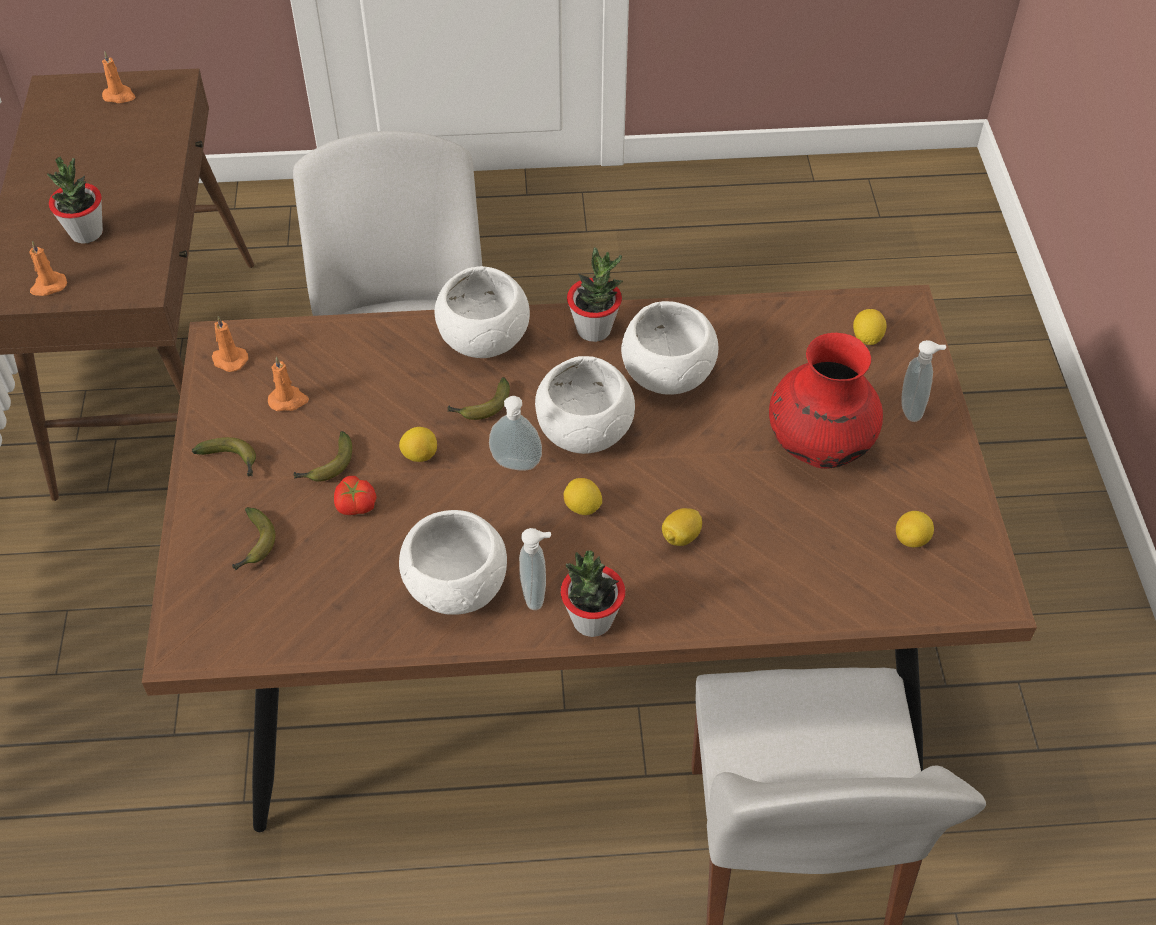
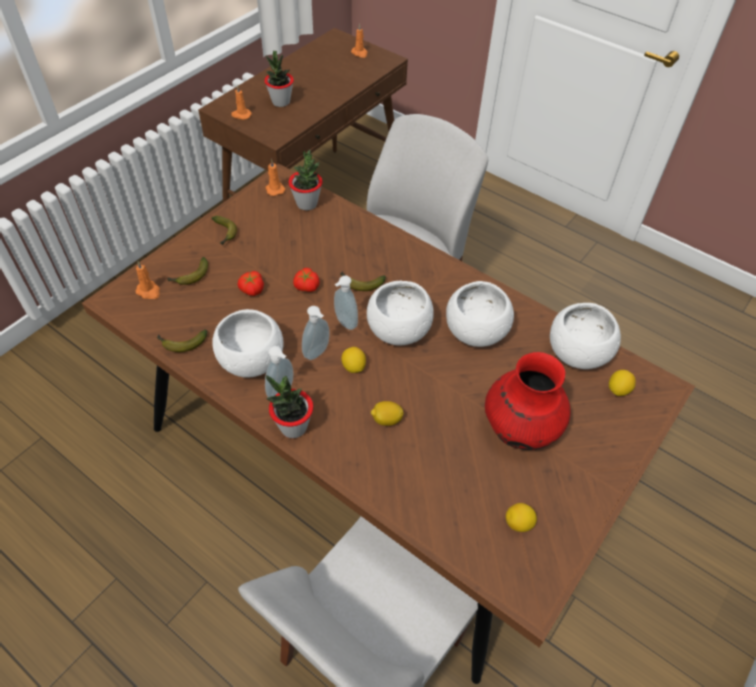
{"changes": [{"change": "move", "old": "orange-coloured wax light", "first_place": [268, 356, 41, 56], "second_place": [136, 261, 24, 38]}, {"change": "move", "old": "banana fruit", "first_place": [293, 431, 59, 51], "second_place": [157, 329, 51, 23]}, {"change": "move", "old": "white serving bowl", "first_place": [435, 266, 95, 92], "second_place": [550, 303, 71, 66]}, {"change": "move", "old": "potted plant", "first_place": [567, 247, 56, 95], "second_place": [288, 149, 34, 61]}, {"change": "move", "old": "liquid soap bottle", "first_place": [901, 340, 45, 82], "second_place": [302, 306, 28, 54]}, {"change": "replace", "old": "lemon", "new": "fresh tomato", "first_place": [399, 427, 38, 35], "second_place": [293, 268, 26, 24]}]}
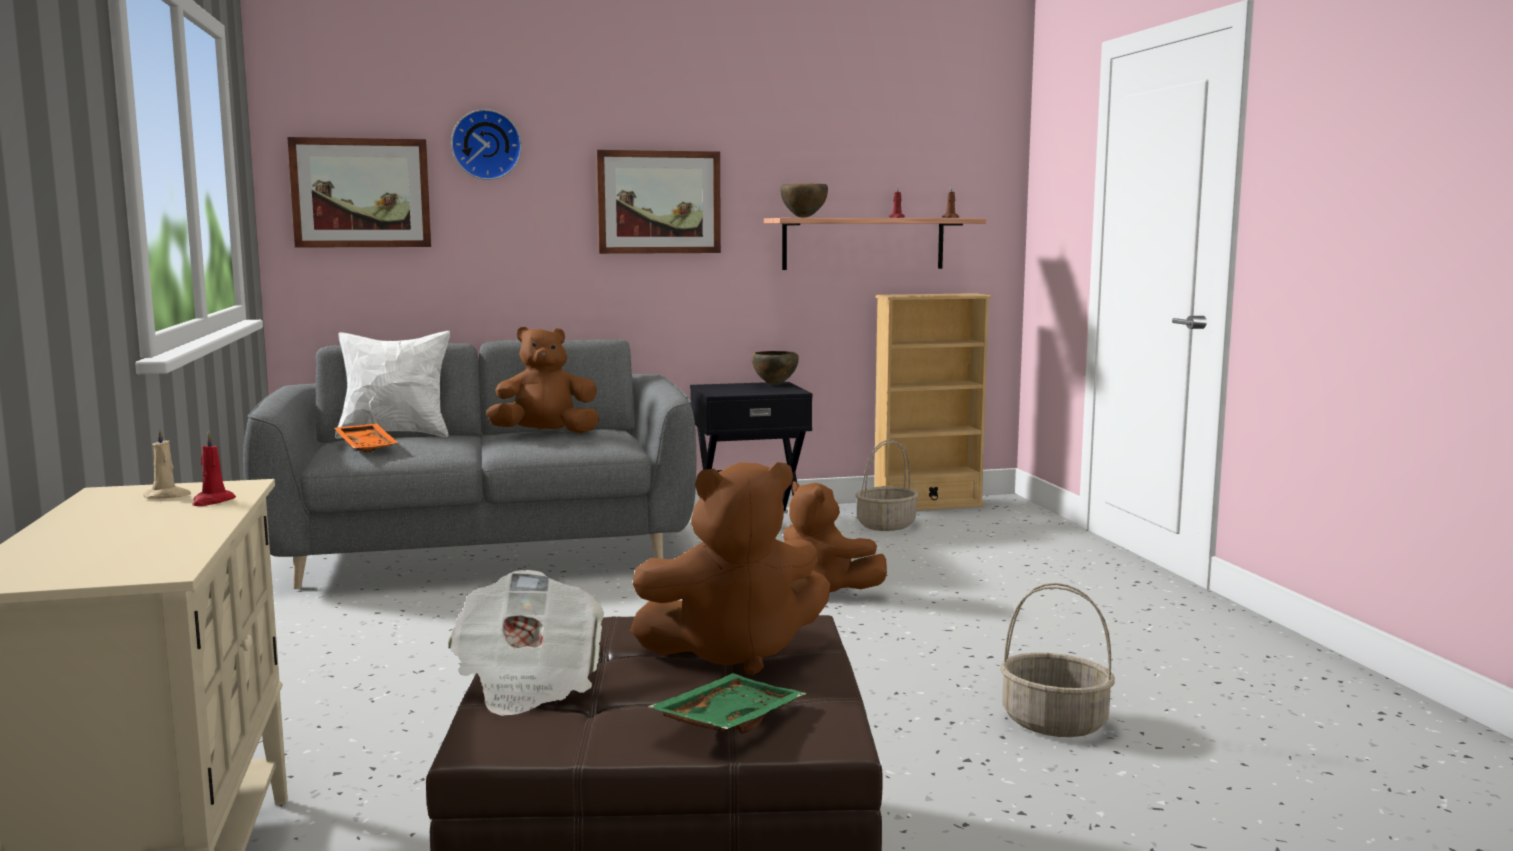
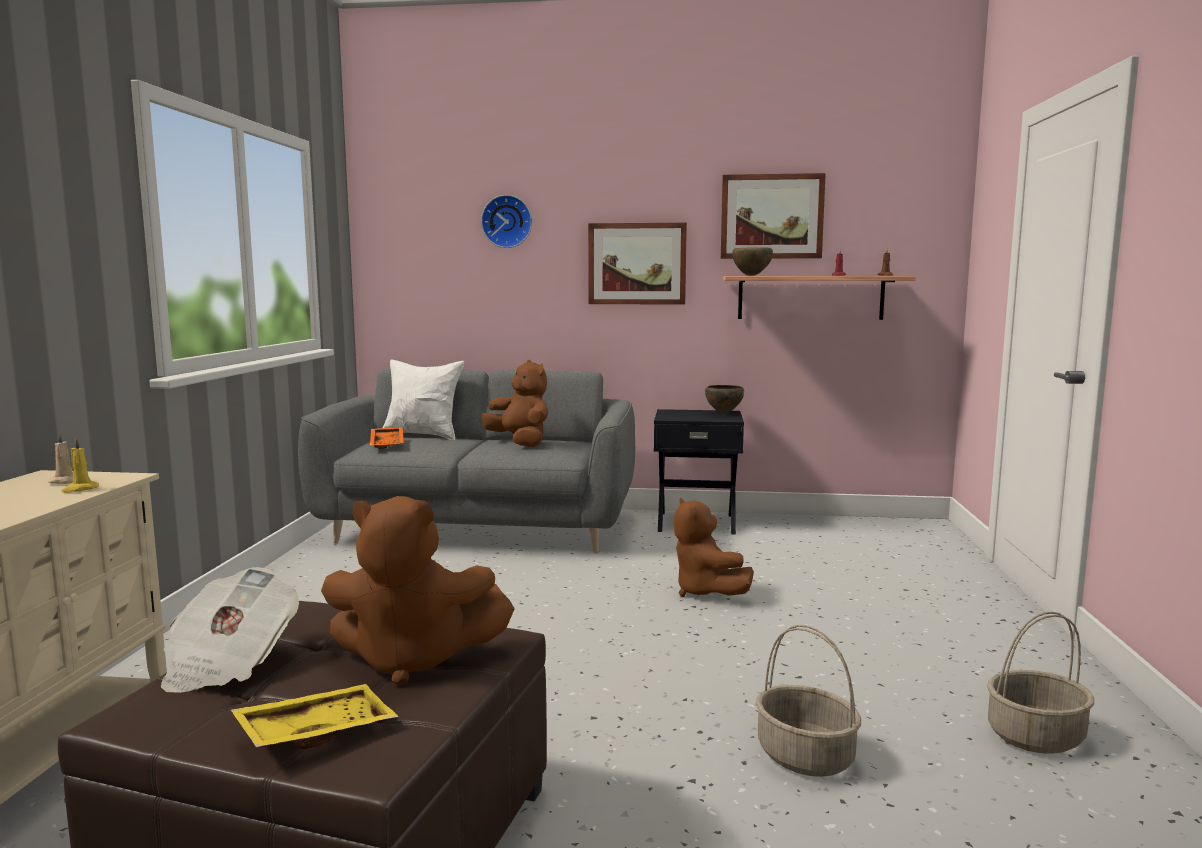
{"changes": [{"change": "delete", "old": "beige bookcase", "first_place": [874, 293, 118, 218]}, {"change": "move", "old": "wall art", "first_place": [287, 137, 144, 111], "second_place": [721, 173, 105, 86]}, {"change": "move", "old": "household basket", "first_place": [855, 440, 64, 91], "second_place": [987, 611, 107, 143]}, {"change": "recolor", "old": "red-coloured wax light", "new": "yellowish wax light", "first_place": [192, 431, 44, 75], "second_place": [61, 438, 38, 55]}, {"change": "recolor", "old": "green-coloured serving tray", "new": "yellowish serving tray", "first_place": [647, 673, 160, 61], "second_place": [231, 684, 168, 65]}, {"change": "rotate", "old": "brown-coloured cuddly toy", "first_place": [486, 327, 113, 106], "second_place": [481, 360, 67, 87], "degrees": 45}]}
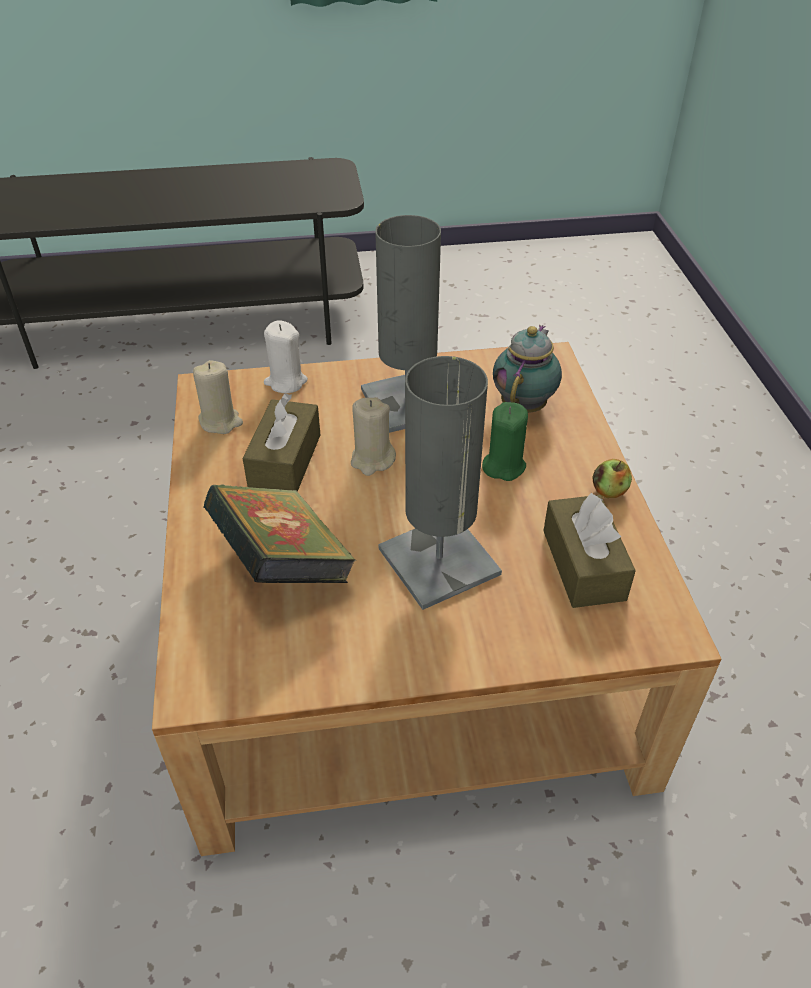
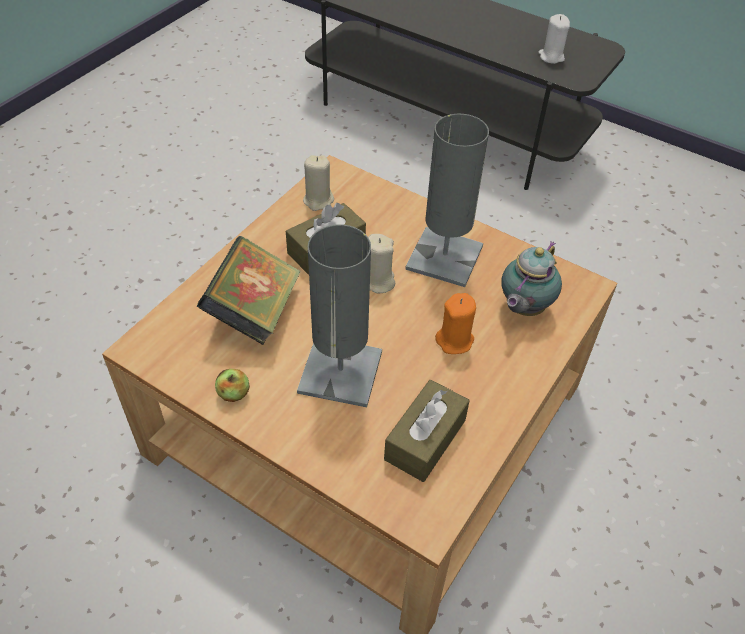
{"changes": [{"change": "move", "old": "white wax light", "first_place": [264, 320, 44, 73], "second_place": [538, 14, 32, 50]}, {"change": "move", "old": "apple fruit", "first_place": [593, 459, 39, 39], "second_place": [215, 369, 35, 33]}, {"change": "recolor", "old": "green-coloured wax light", "new": "orange-coloured wax light", "first_place": [482, 402, 46, 79], "second_place": [435, 293, 41, 61]}, {"change": "rotate", "old": "teapot", "first_place": [493, 325, 69, 88], "second_place": [501, 241, 61, 75], "degrees": 150}]}
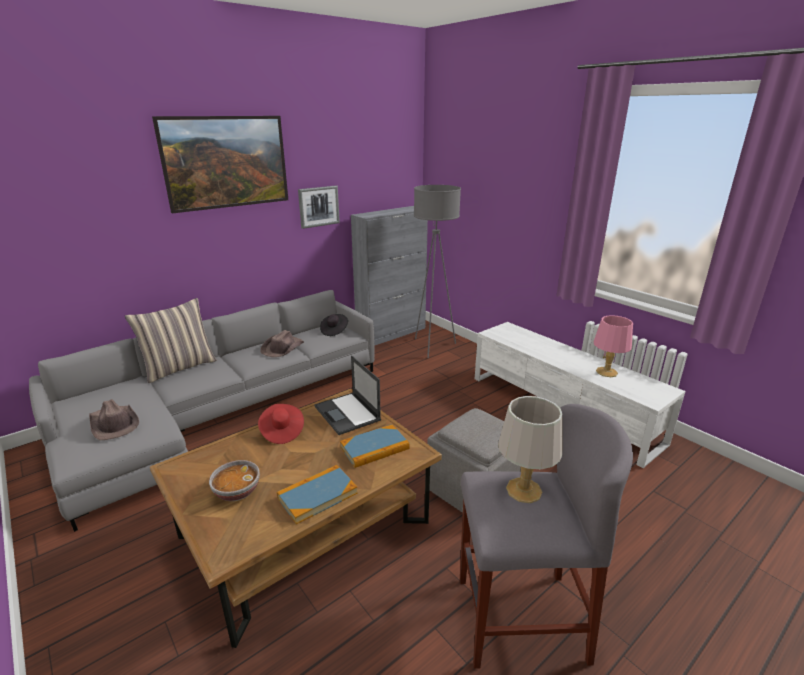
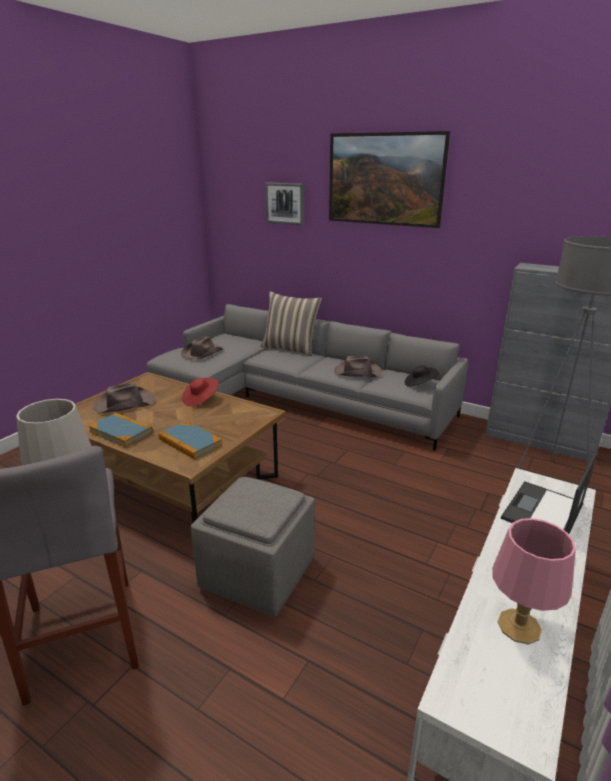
{"changes": [{"change": "move", "old": "wall art", "first_place": [298, 186, 42, 43], "second_place": [265, 183, 39, 42]}, {"change": "move", "old": "laptop", "first_place": [314, 355, 67, 80], "second_place": [501, 454, 95, 80]}, {"change": "replace", "old": "serving bowl", "new": "brown-coloured clothing hat", "first_place": [209, 460, 51, 41], "second_place": [94, 383, 61, 30]}]}
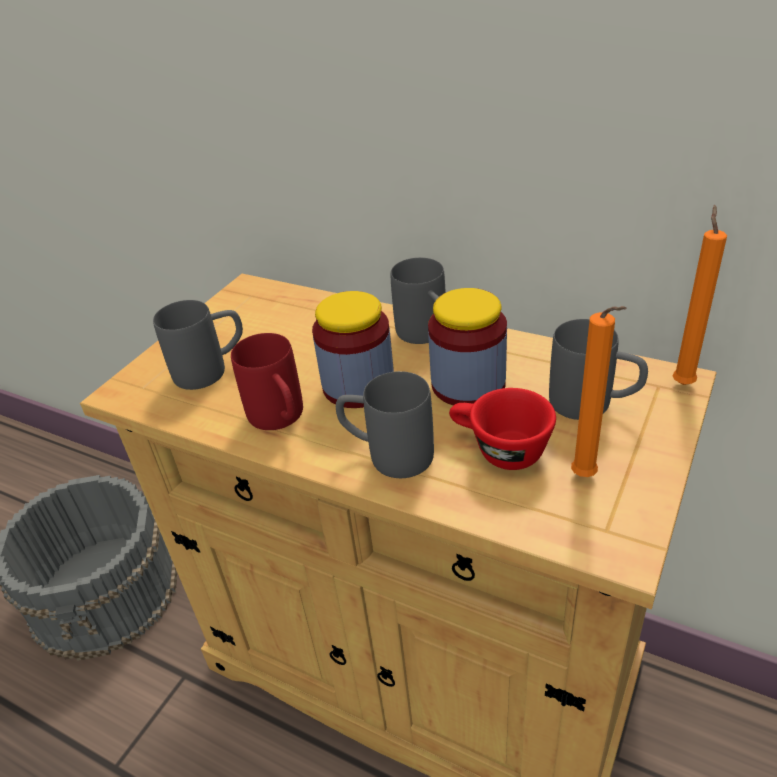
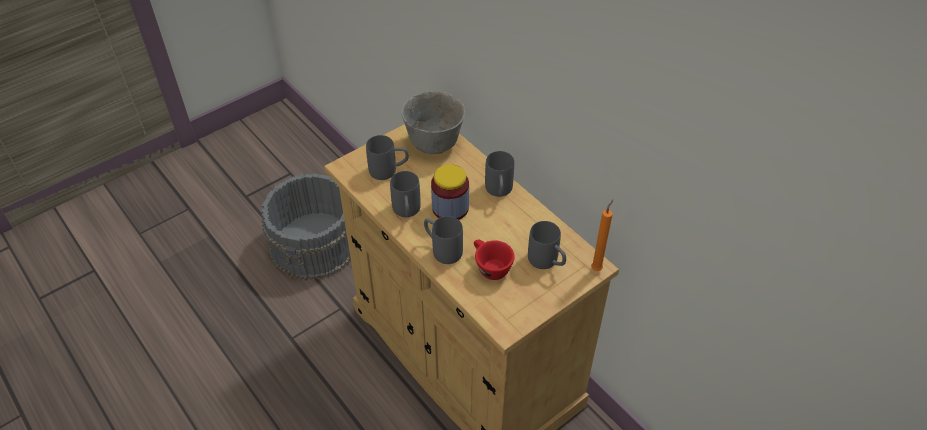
{"changes": [{"change": "delete", "old": "jar", "first_place": [428, 288, 79, 117]}, {"change": "delete", "old": "orange-coloured wax light", "first_place": [571, 306, 56, 171]}, {"change": "insert", "new": "greyish serving bowl", "second_place": [402, 91, 63, 63]}, {"change": "recolor", "old": "red-coloured coffee mug", "new": "greyish coffee mug", "first_place": [231, 333, 72, 97], "second_place": [390, 171, 31, 46]}]}
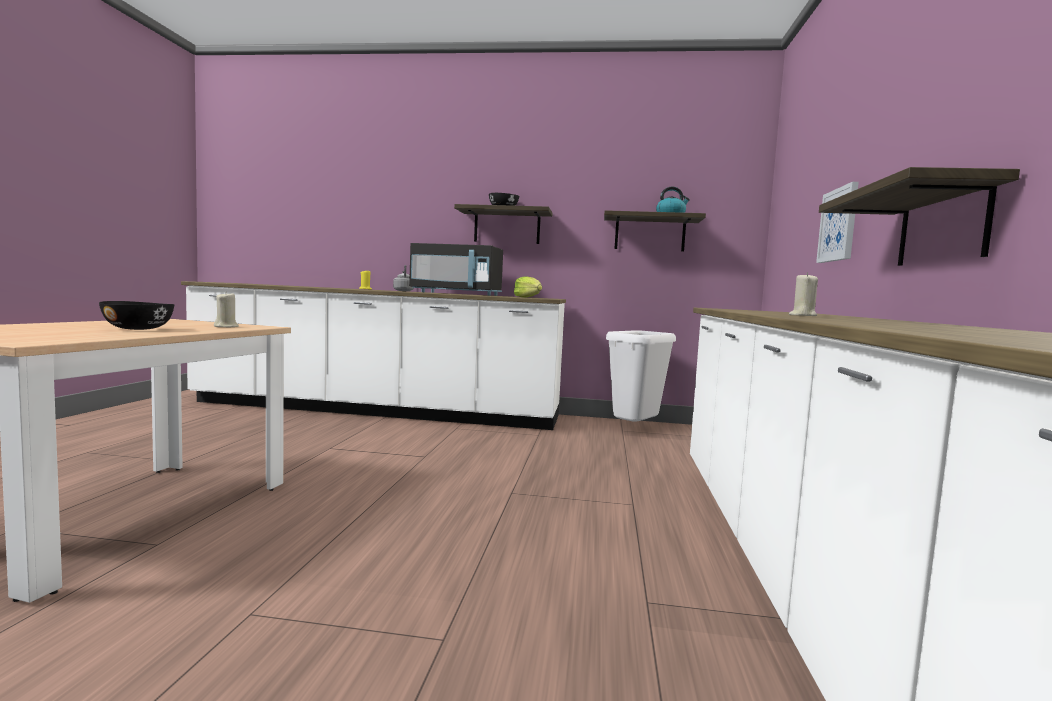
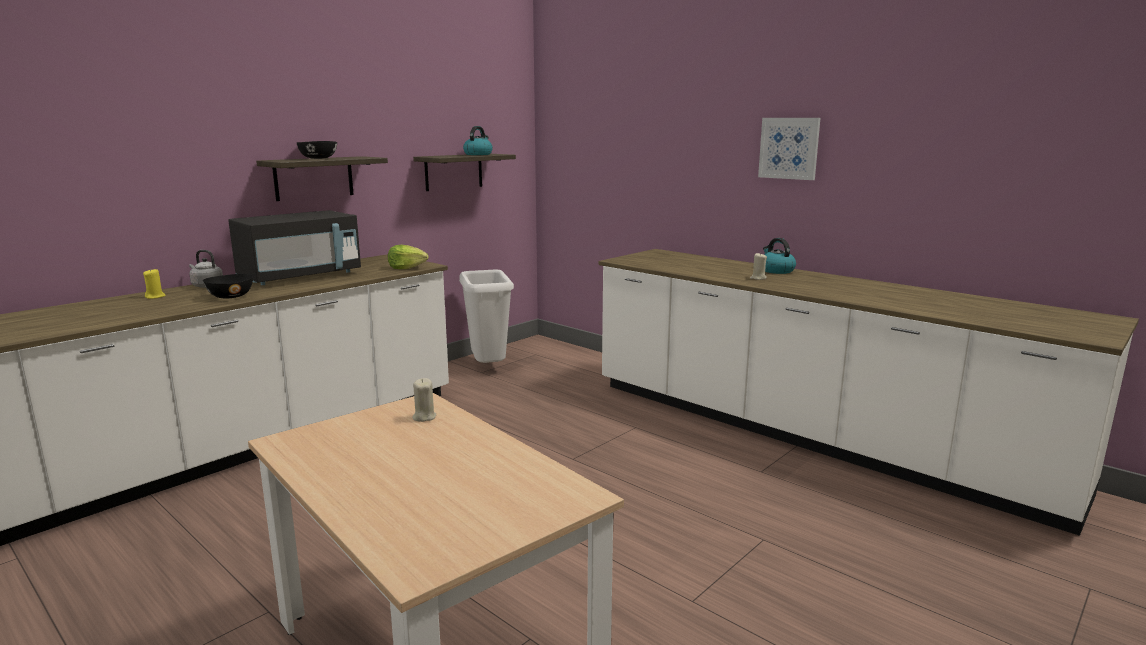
{"changes": [{"change": "delete", "old": "wall shelf", "first_place": [819, 167, 201, 99]}, {"change": "insert", "new": "tea kettle", "second_place": [763, 238, 33, 36]}, {"change": "move", "old": "black serving bowl", "first_place": [99, 301, 75, 29], "second_place": [203, 274, 50, 25]}, {"change": "move", "old": "wall art", "first_place": [816, 182, 43, 81], "second_place": [758, 118, 63, 62]}]}
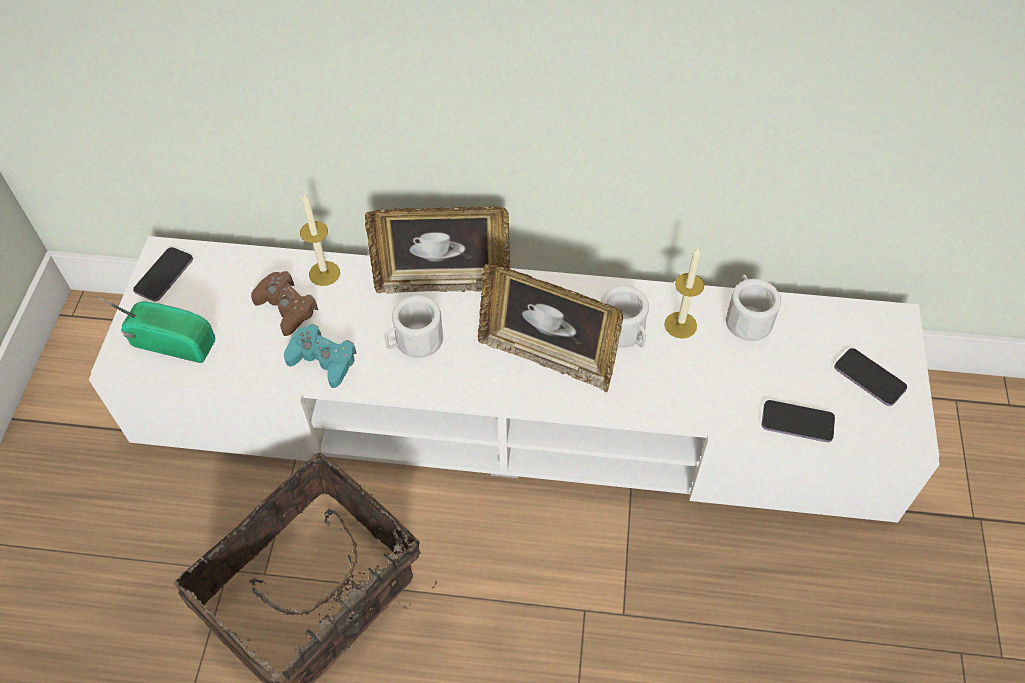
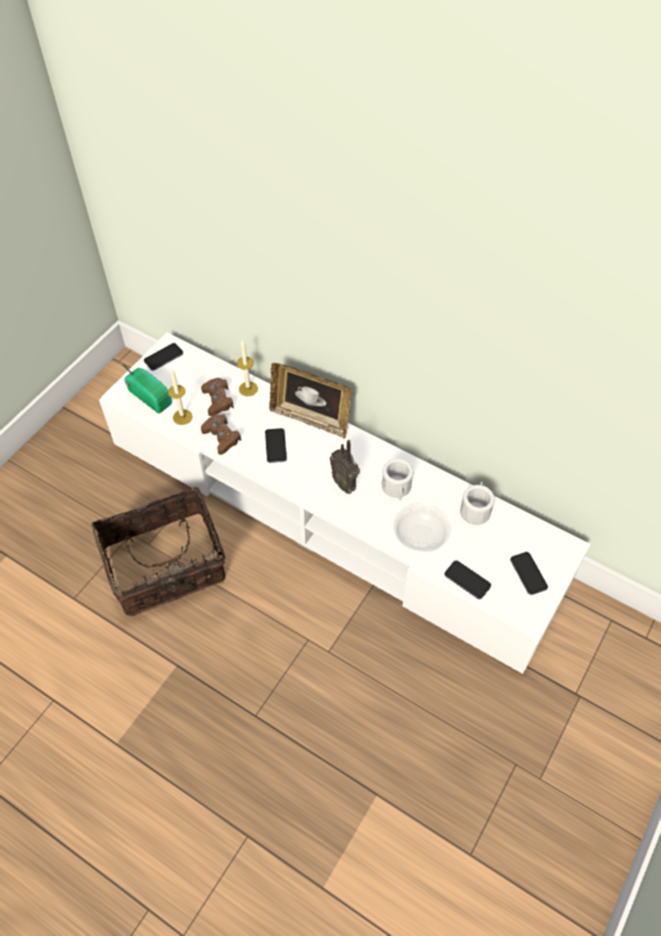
{"changes": [{"change": "insert", "new": "serving bowl", "second_place": [393, 502, 58, 51]}, {"change": "move", "old": "wax light", "first_place": [664, 247, 40, 92], "second_place": [168, 368, 25, 57]}, {"change": "replace", "old": "white coffee mug", "new": "phone", "first_place": [384, 295, 59, 63], "second_place": [265, 428, 22, 35]}, {"change": "replace", "old": "picture frame", "new": "radio", "first_place": [478, 264, 145, 128], "second_place": [330, 440, 30, 54]}, {"change": "recolor", "old": "blue-green gamepad", "new": "brown-coloured gamepad", "first_place": [284, 324, 73, 64], "second_place": [201, 414, 40, 41]}]}
